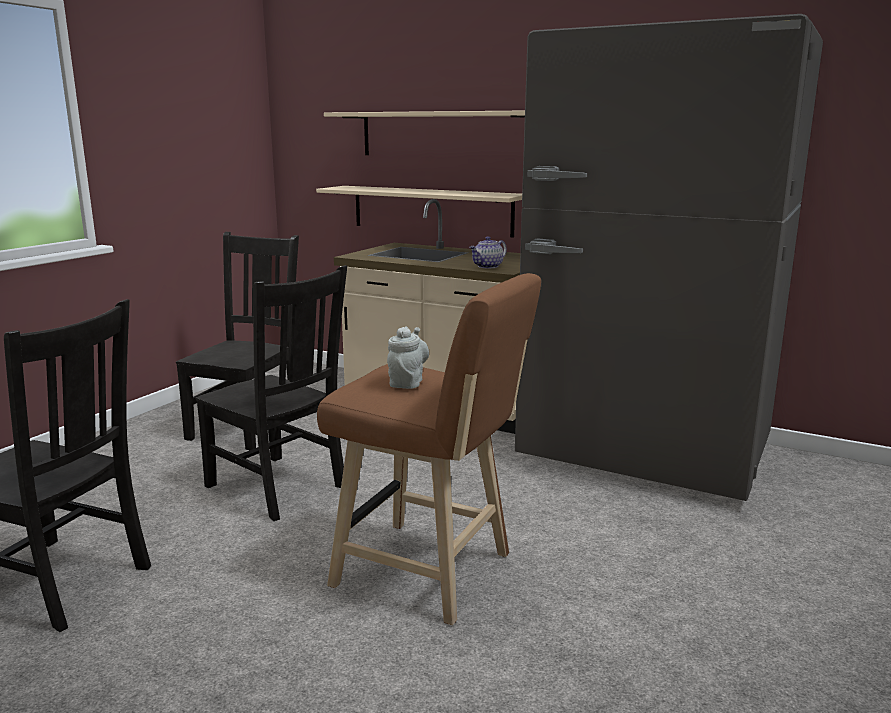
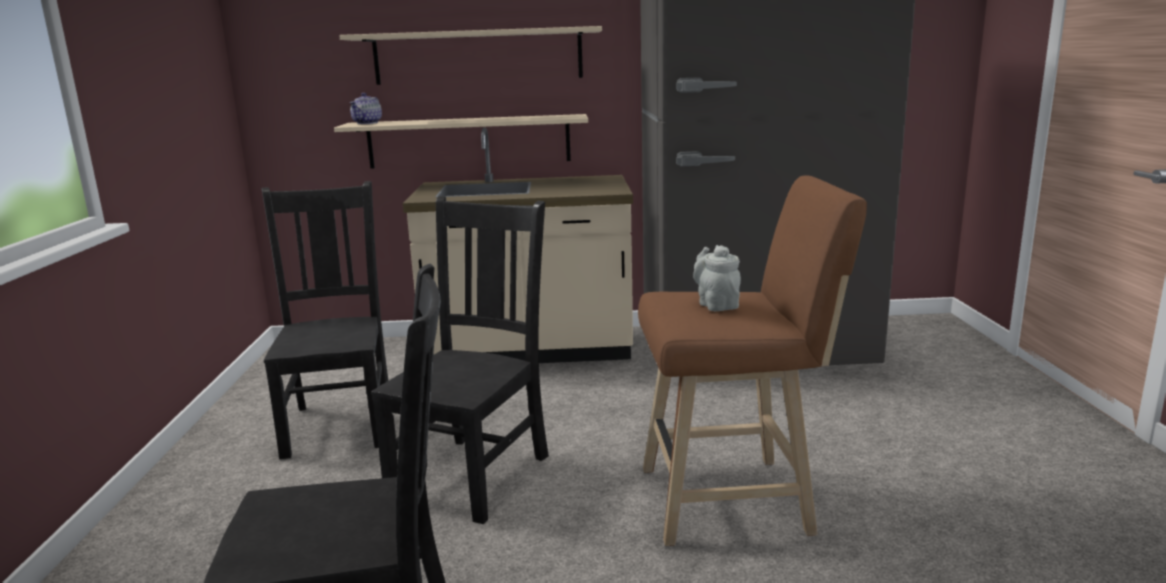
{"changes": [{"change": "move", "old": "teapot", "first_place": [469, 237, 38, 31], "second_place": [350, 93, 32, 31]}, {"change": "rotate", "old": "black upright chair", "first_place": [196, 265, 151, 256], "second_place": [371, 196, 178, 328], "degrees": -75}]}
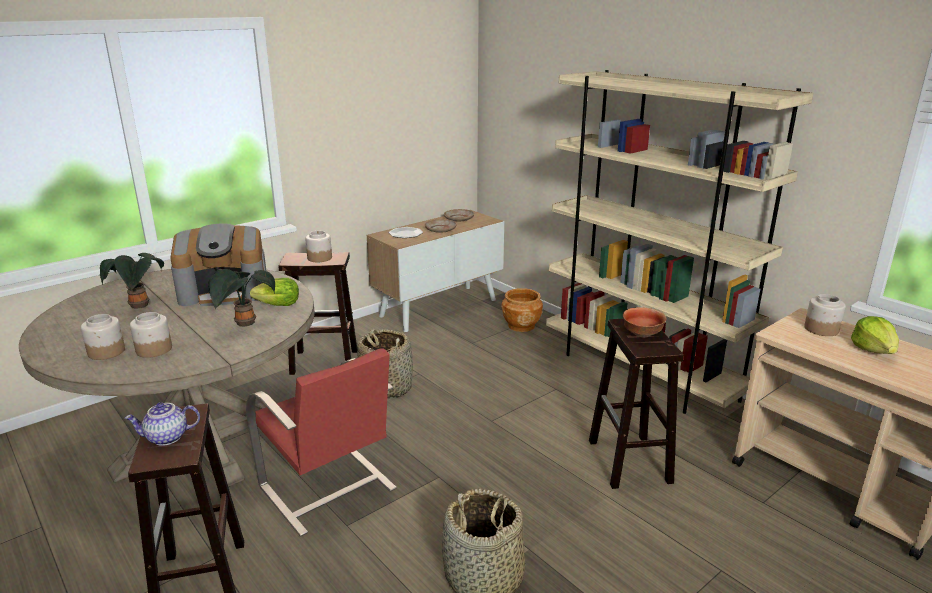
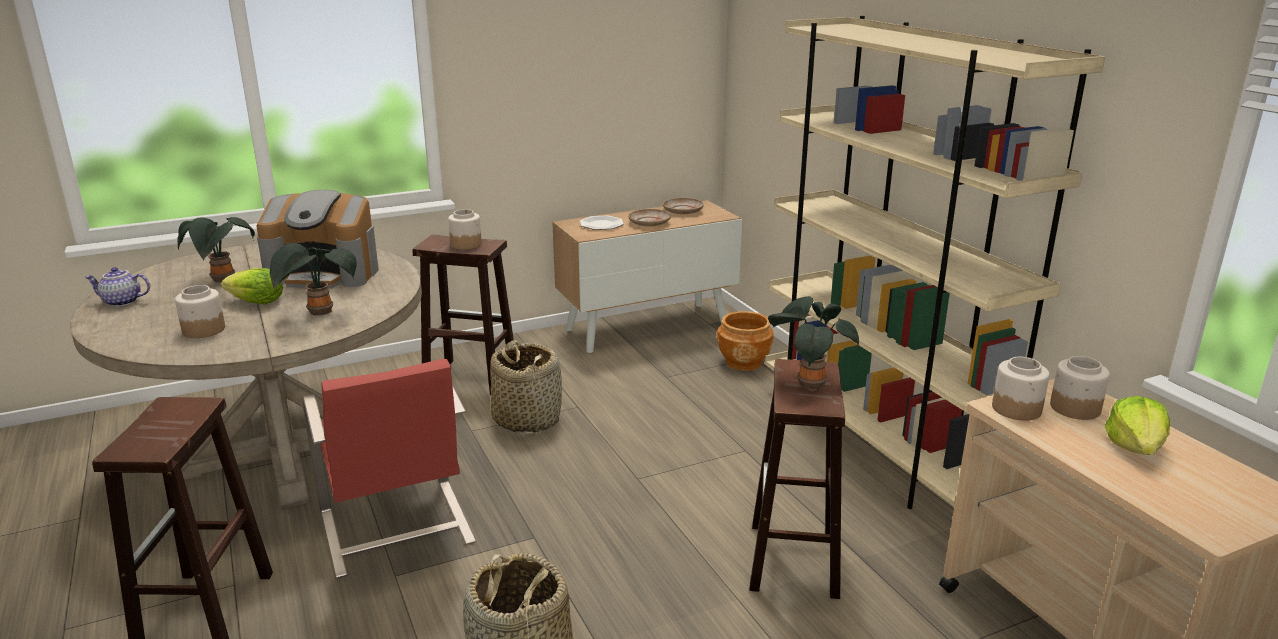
{"changes": [{"change": "move", "old": "jar", "first_place": [81, 314, 44, 46], "second_place": [992, 357, 58, 64]}, {"change": "move", "old": "teapot", "first_place": [125, 402, 75, 44], "second_place": [85, 267, 65, 40]}, {"change": "move", "old": "head of lettuce", "first_place": [250, 278, 49, 28], "second_place": [221, 268, 62, 36]}, {"change": "replace", "old": "serving bowl", "new": "potted plant", "first_place": [623, 307, 43, 31], "second_place": [768, 296, 91, 95]}]}
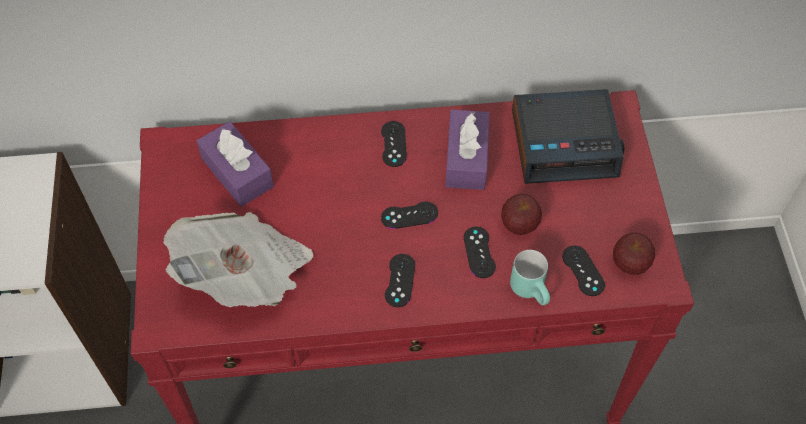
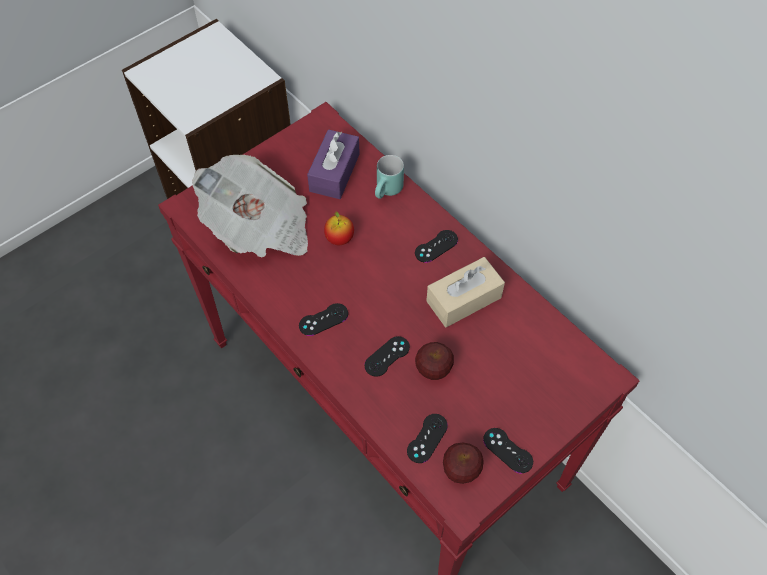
{"changes": [{"change": "delete", "old": "bedside clock", "first_place": [512, 89, 112, 95]}, {"change": "insert", "new": "apple fruit", "second_place": [324, 211, 30, 34]}, {"change": "move", "old": "black gamepad", "first_place": [381, 202, 57, 27], "second_place": [483, 428, 50, 46]}, {"change": "move", "old": "blue-green coffee mug", "first_place": [510, 250, 40, 55], "second_place": [375, 155, 29, 44]}, {"change": "recolor", "old": "purple tissue box", "new": "beige tissue box", "first_place": [445, 110, 44, 80], "second_place": [426, 257, 79, 70]}]}
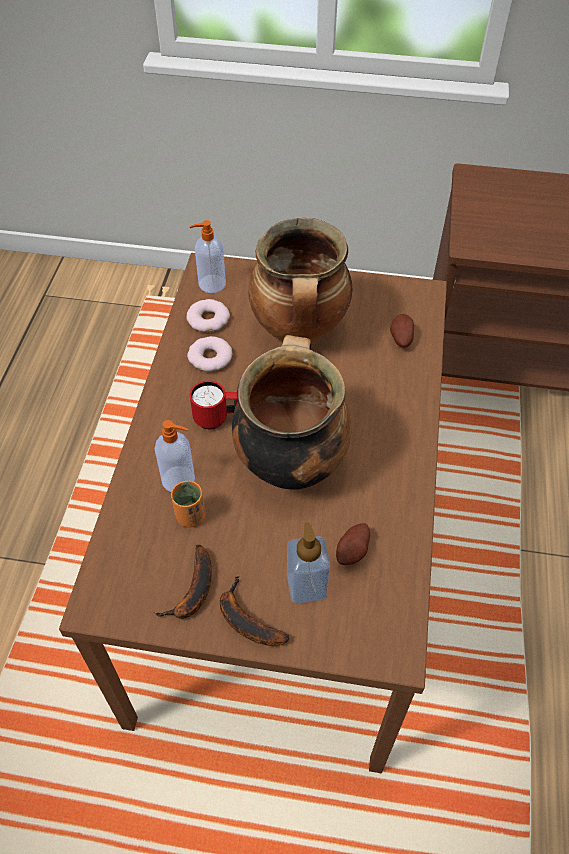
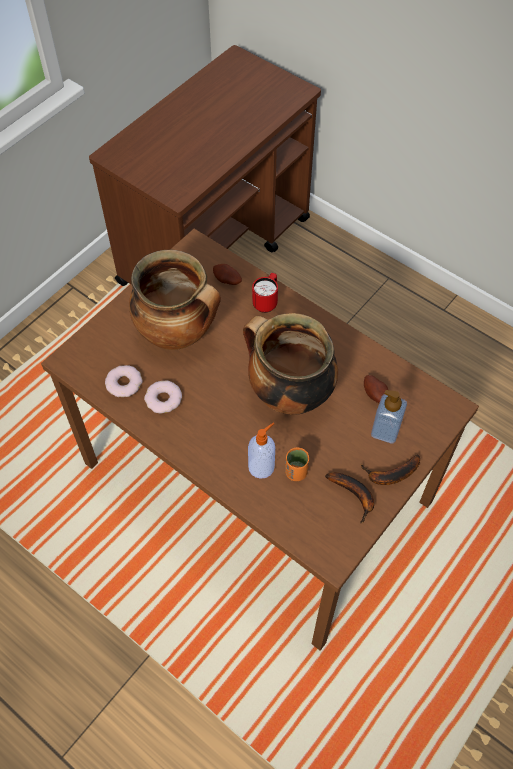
{"changes": [{"change": "delete", "old": "liquid soap bottle", "first_place": [189, 220, 37, 73]}, {"change": "move", "old": "red-coloured coffee mug", "first_place": [190, 380, 48, 49], "second_place": [252, 273, 26, 40]}]}
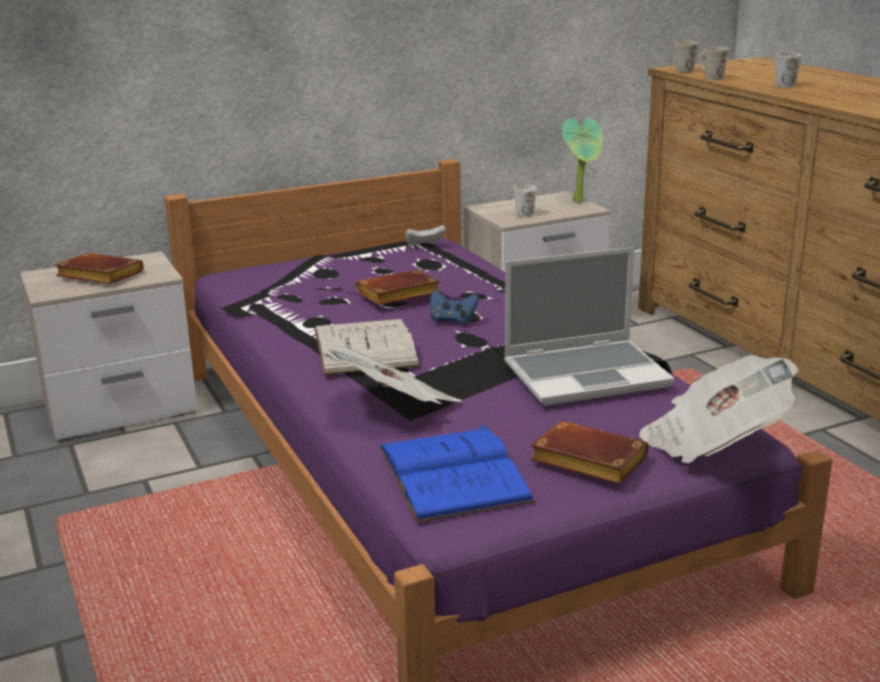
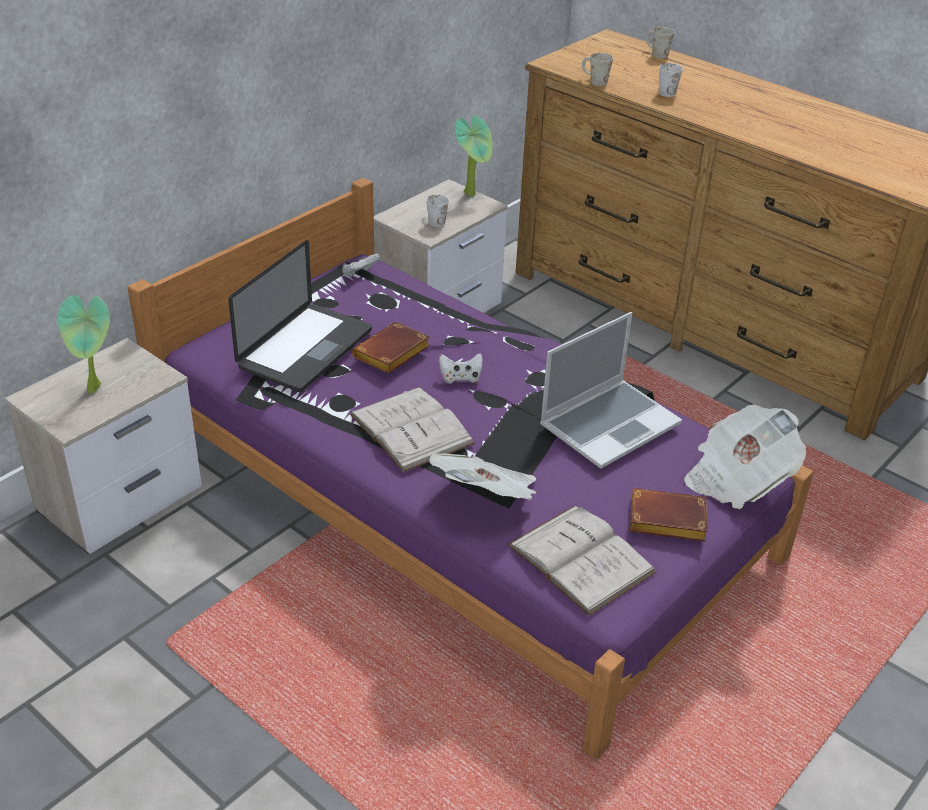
{"changes": [{"change": "insert", "new": "laptop", "second_place": [228, 240, 144, 152]}, {"change": "move", "old": "white coffee mug", "first_place": [674, 41, 25, 32], "second_place": [646, 27, 29, 32]}, {"change": "replace", "old": "brown-coloured volume", "new": "potted plant", "first_place": [55, 253, 88, 31], "second_place": [58, 295, 52, 98]}, {"change": "recolor", "old": "blue-coloured volume", "new": "white volume", "first_place": [379, 425, 156, 98], "second_place": [507, 506, 150, 110]}, {"change": "recolor", "old": "blue-coloured gamepad", "new": "white gamepad", "first_place": [430, 290, 48, 34], "second_place": [439, 353, 44, 31]}]}
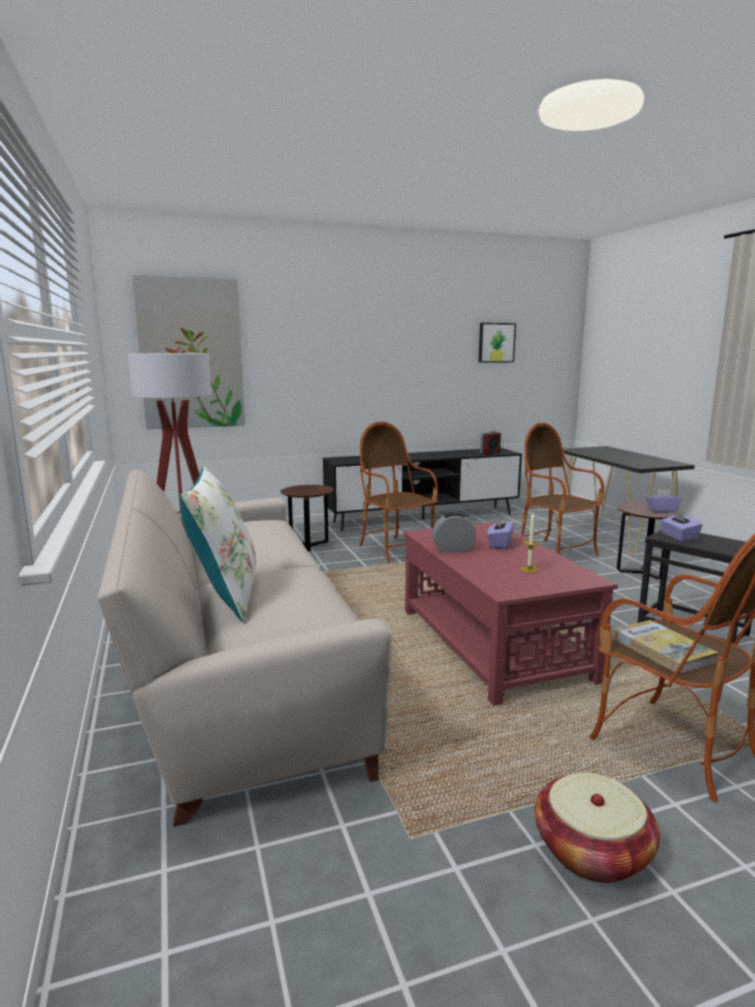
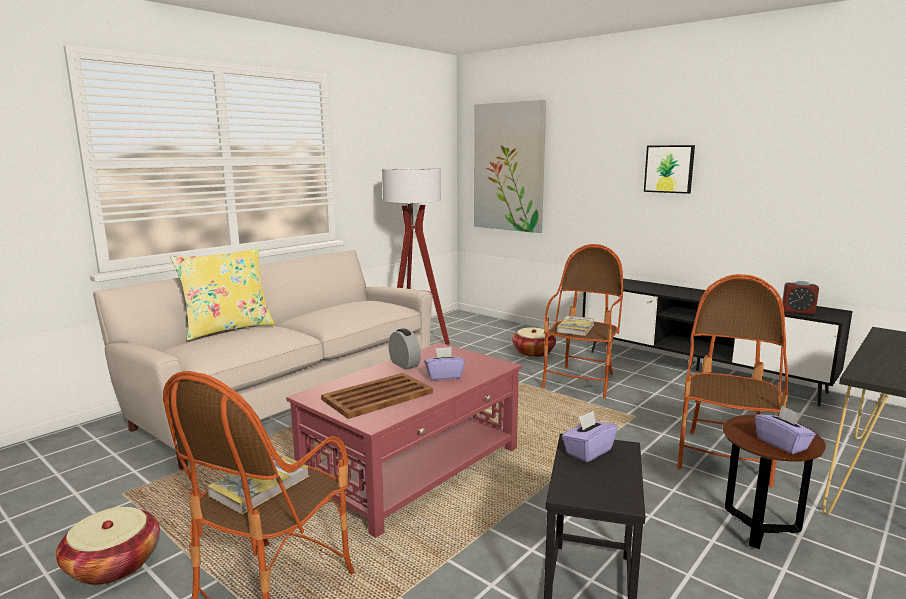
{"changes": [{"change": "insert", "new": "volume", "second_place": [557, 316, 37, 20]}, {"change": "move", "old": "wall art", "first_place": [479, 323, 37, 40], "second_place": [644, 145, 51, 49]}, {"change": "replace", "old": "brown-coloured accent table", "new": "household basket", "first_place": [280, 485, 53, 66], "second_place": [512, 328, 44, 29]}, {"change": "replace", "old": "wax light", "new": "brown-coloured serving tray", "first_place": [520, 513, 19, 60], "second_place": [321, 373, 112, 46]}, {"change": "recolor", "old": "white cushion", "new": "yellowish cushion", "first_place": [179, 466, 77, 156], "second_place": [170, 247, 105, 93]}]}
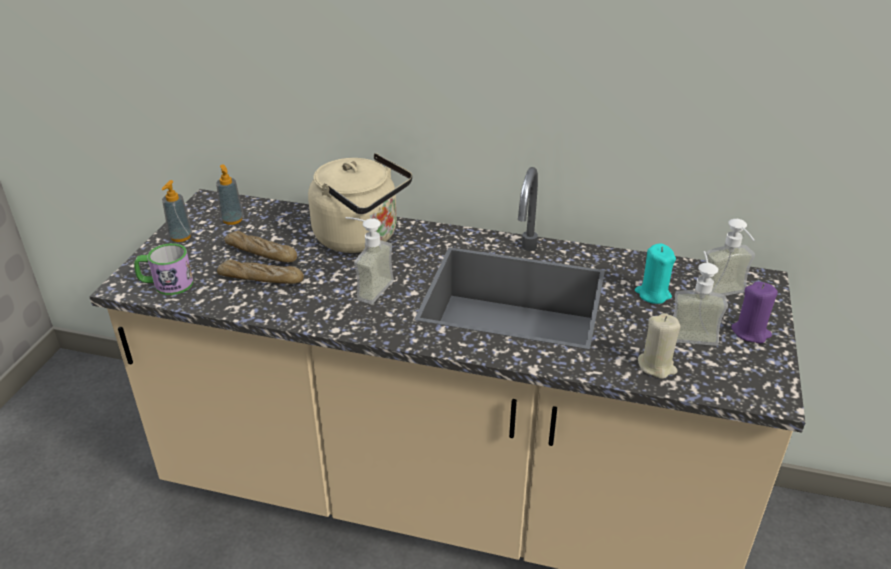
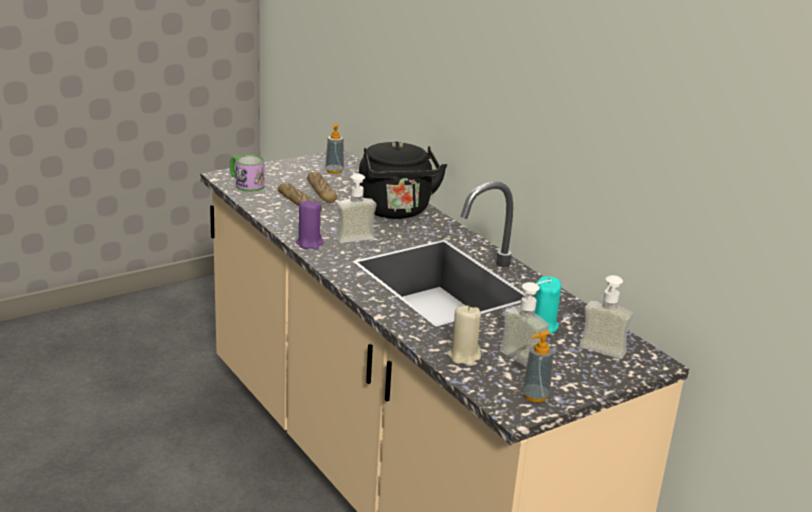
{"changes": [{"change": "move", "old": "liquid soap bottle", "first_place": [162, 180, 30, 62], "second_place": [522, 330, 32, 72]}, {"change": "move", "old": "purple wax light", "first_place": [731, 281, 47, 63], "second_place": [296, 199, 28, 51]}, {"change": "recolor", "old": "beige tea kettle", "new": "black tea kettle", "first_place": [308, 153, 104, 100], "second_place": [359, 141, 88, 78]}]}
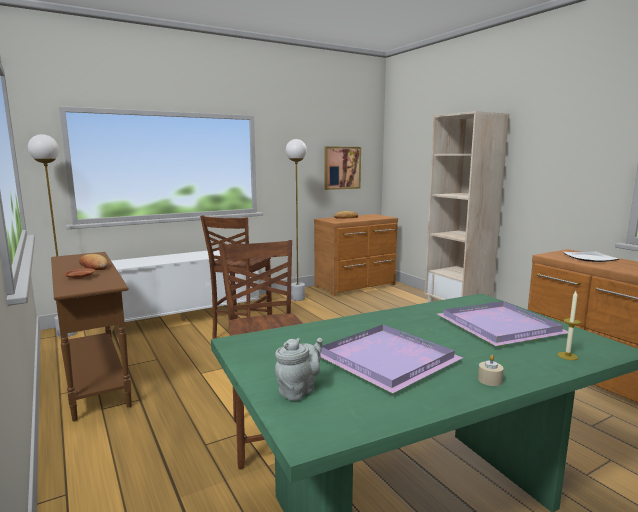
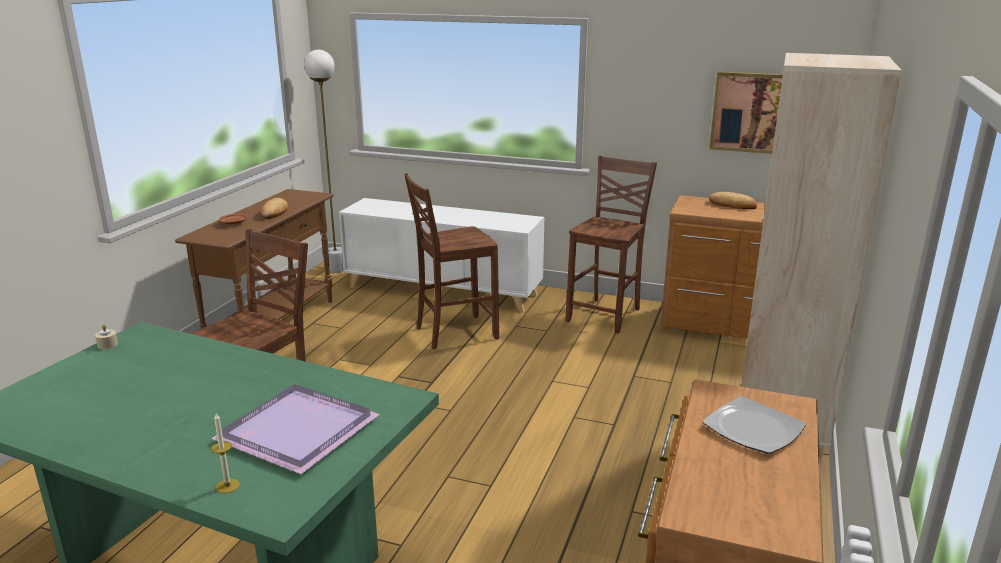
{"changes": [{"change": "delete", "old": "greyish teapot", "first_place": [275, 338, 48, 63]}, {"change": "delete", "old": "purple serving tray", "first_place": [321, 325, 142, 68]}, {"change": "move", "old": "beige wax light", "first_place": [478, 355, 26, 31], "second_place": [95, 325, 23, 24]}, {"change": "replace", "old": "white floor lamp", "new": "brown-coloured upright chair", "first_place": [286, 139, 21, 162], "second_place": [566, 156, 91, 178]}]}
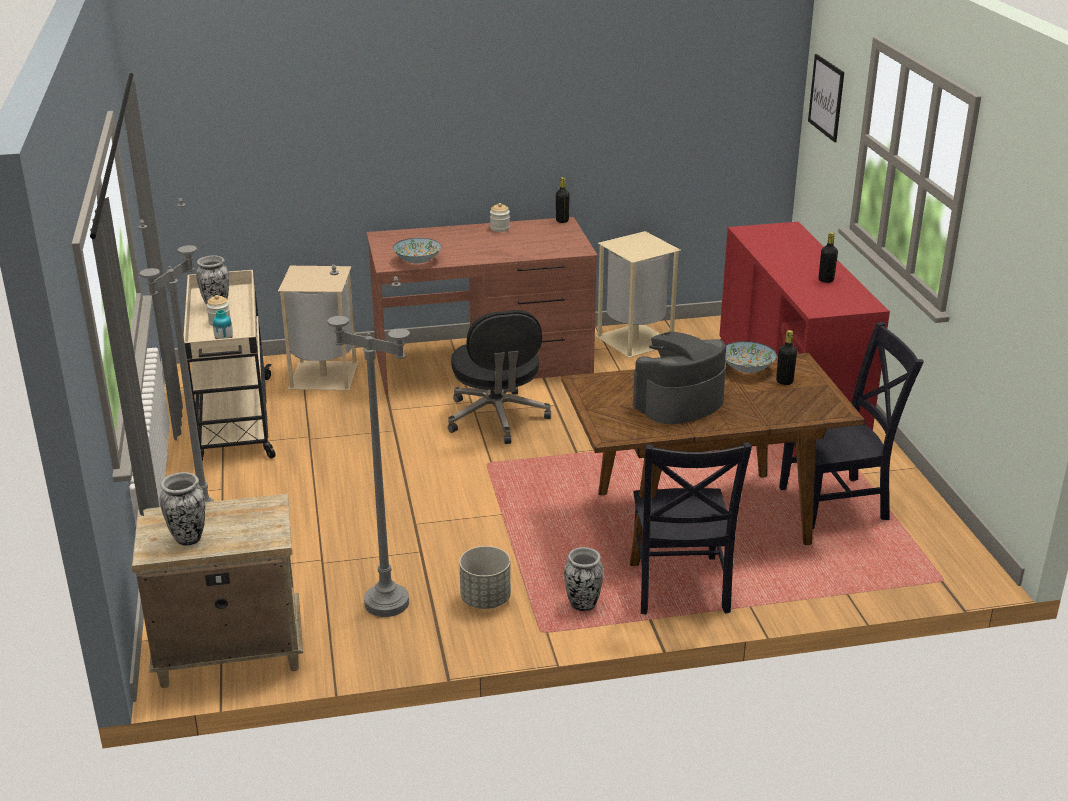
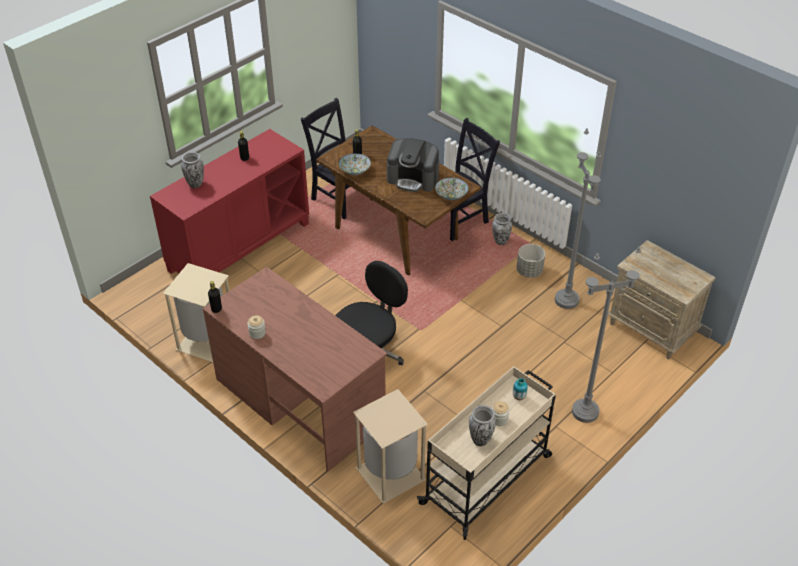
{"changes": [{"change": "delete", "old": "wall art", "first_place": [808, 54, 36, 88]}, {"change": "move", "old": "decorative vase", "first_place": [160, 472, 45, 74], "second_place": [181, 152, 23, 36]}, {"change": "move", "old": "serving bowl", "first_place": [393, 238, 49, 26], "second_place": [435, 178, 33, 22]}]}
